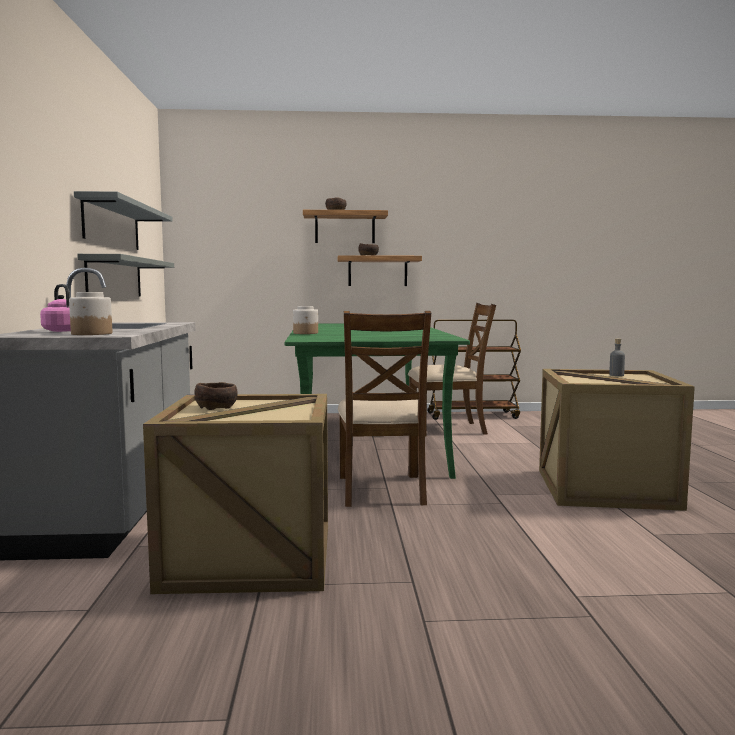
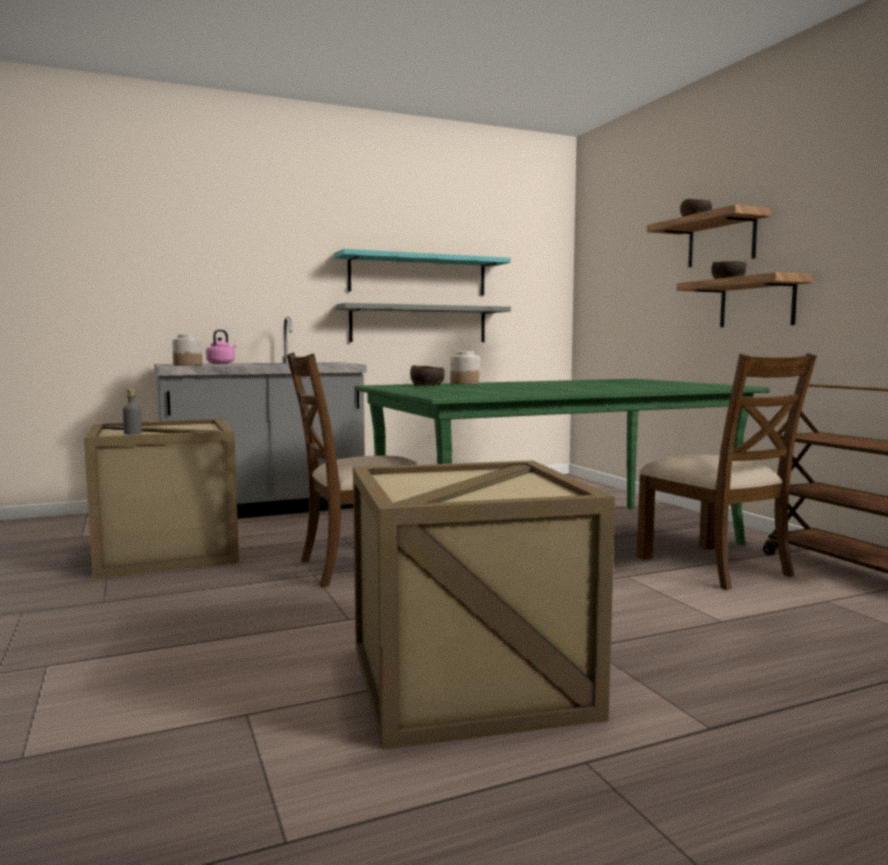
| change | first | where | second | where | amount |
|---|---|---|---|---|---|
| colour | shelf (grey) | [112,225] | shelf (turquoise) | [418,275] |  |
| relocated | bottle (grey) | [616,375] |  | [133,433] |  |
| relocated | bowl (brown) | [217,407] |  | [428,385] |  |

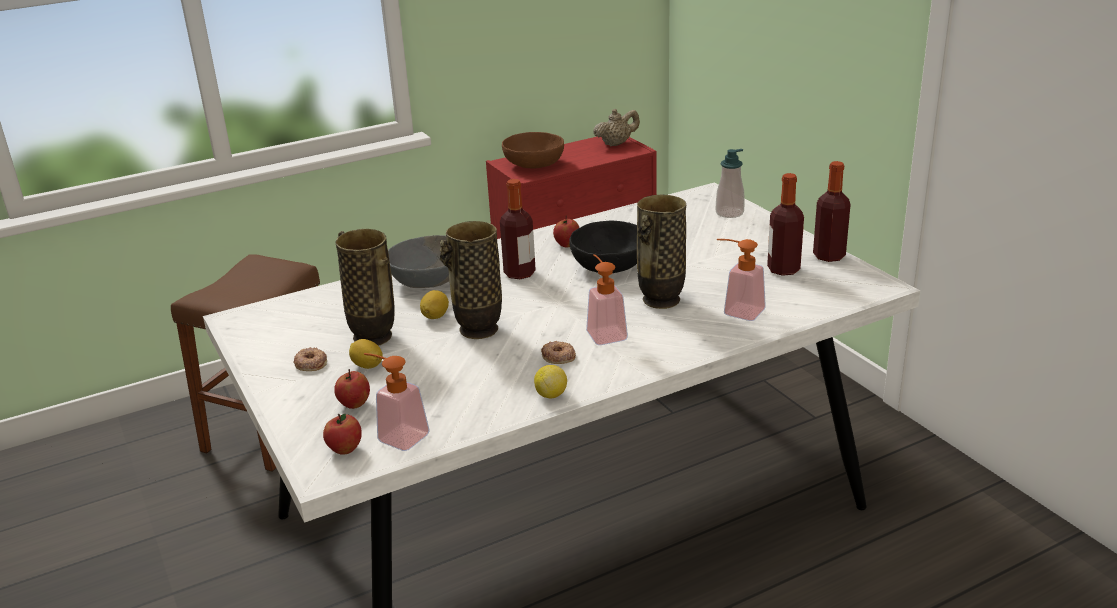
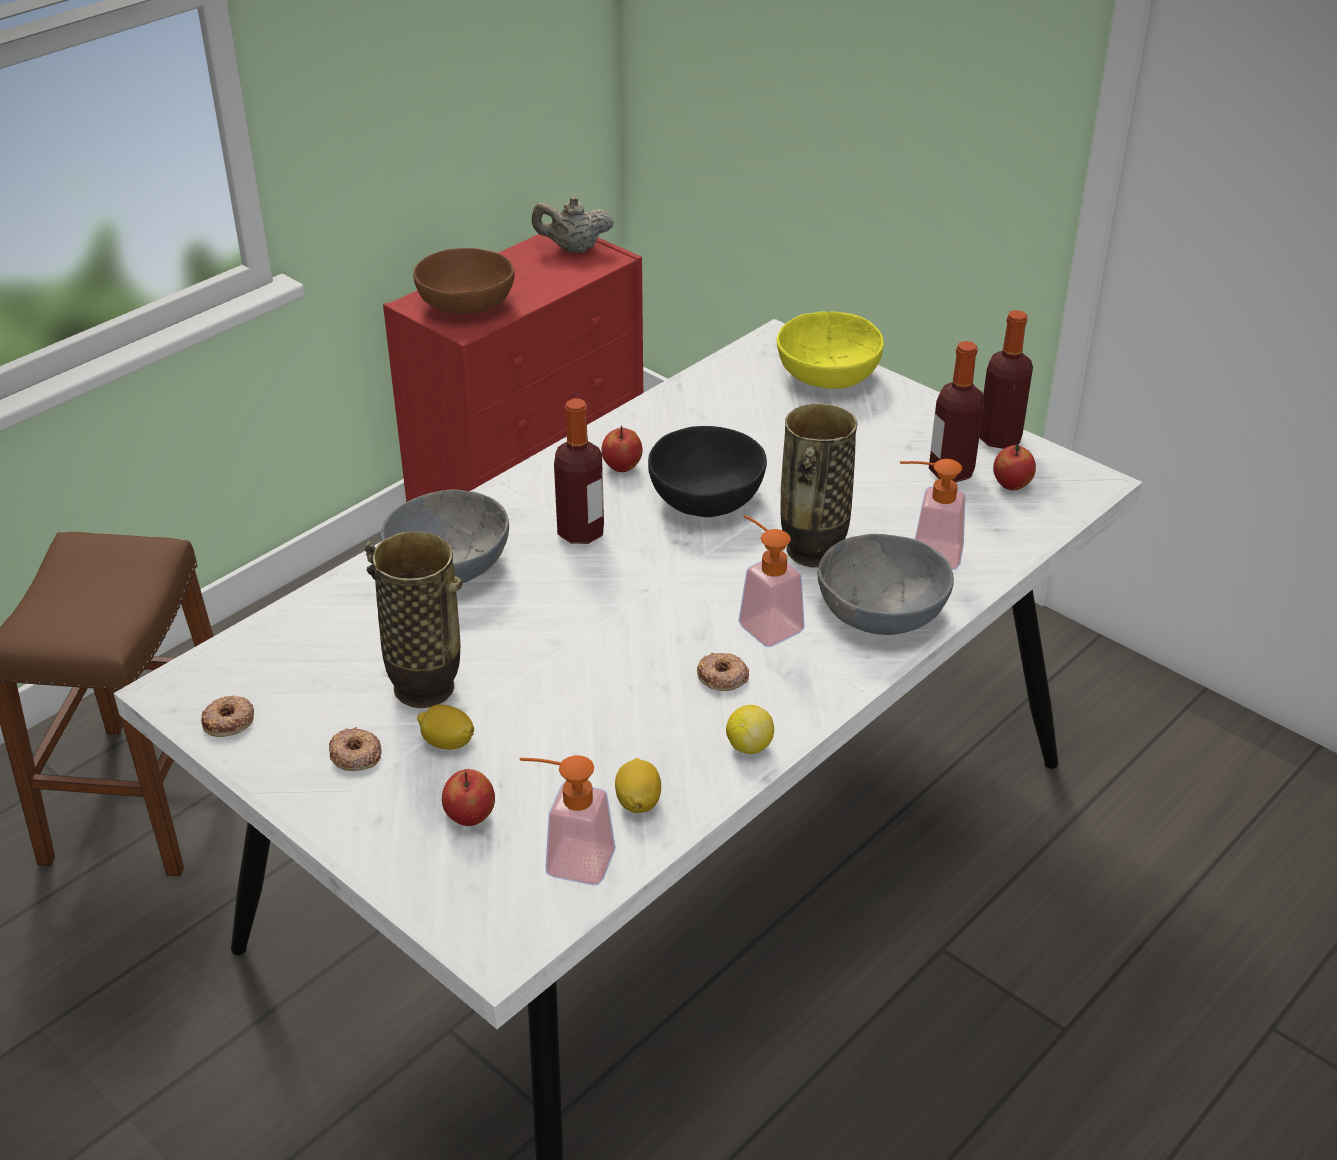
| change | first | where | second | where | amount |
|---|---|---|---|---|---|
| spun | teapot (beige) | [616,144] |  | [573,248] | 135 degrees counterclockwise |
| exchanged | soap dispenser | [729,213] | bowl (yellow) | [826,376] |  |
| missing | vase | [478,330] |  |  |  |
| relocated | lemon | [435,316] |  | [638,802] |  |
| relocated | apple | [345,449] |  | [1011,485] |  |
| appeared |  |  | bowl (grey) | [882,614] |  |
| appeared |  |  | donut | [229,721] |  |

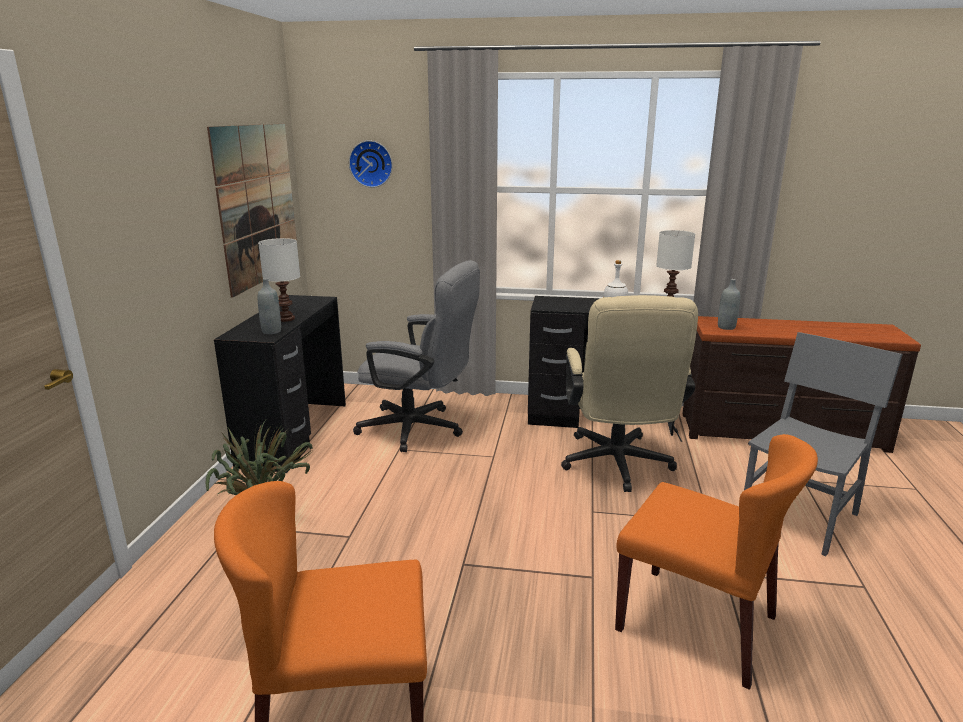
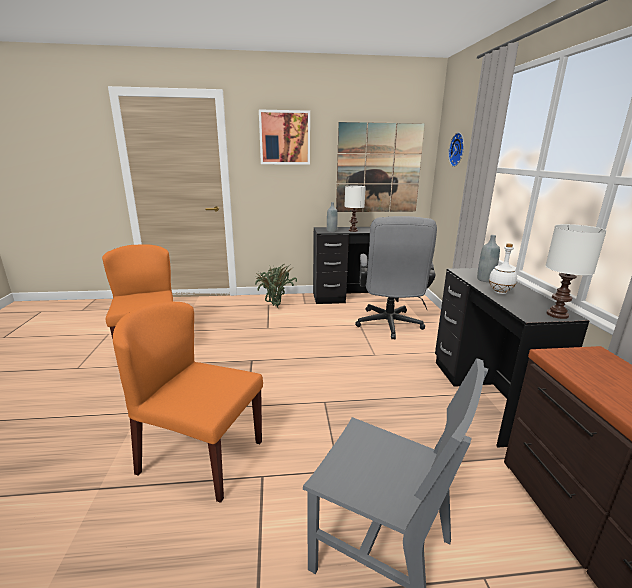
| change | first | where | second | where | amount |
|---|---|---|---|---|---|
| relocated | bottle (grey) | [726,327] |  | [485,280] |  |
| missing | office chair (beige) | [617,467] |  |  |  |
| spun | chair (orange) | [697,623] |  | [200,456] | 90 degrees clockwise |
| appeared |  |  | picture | [285,138] |  |

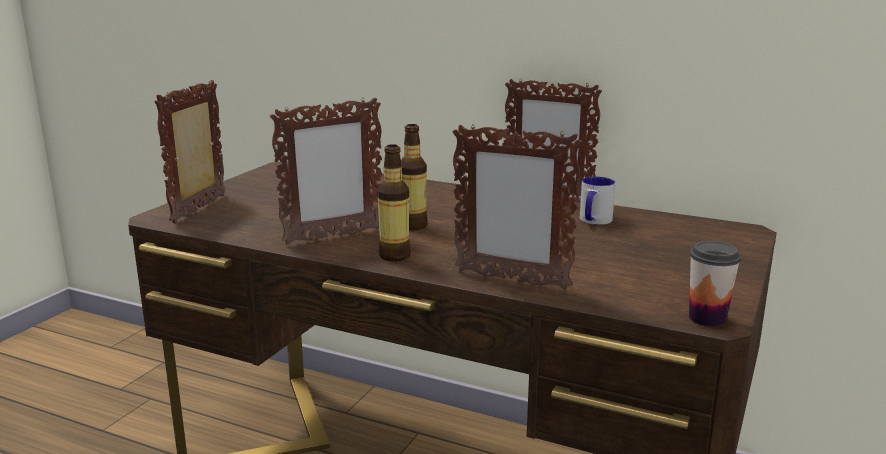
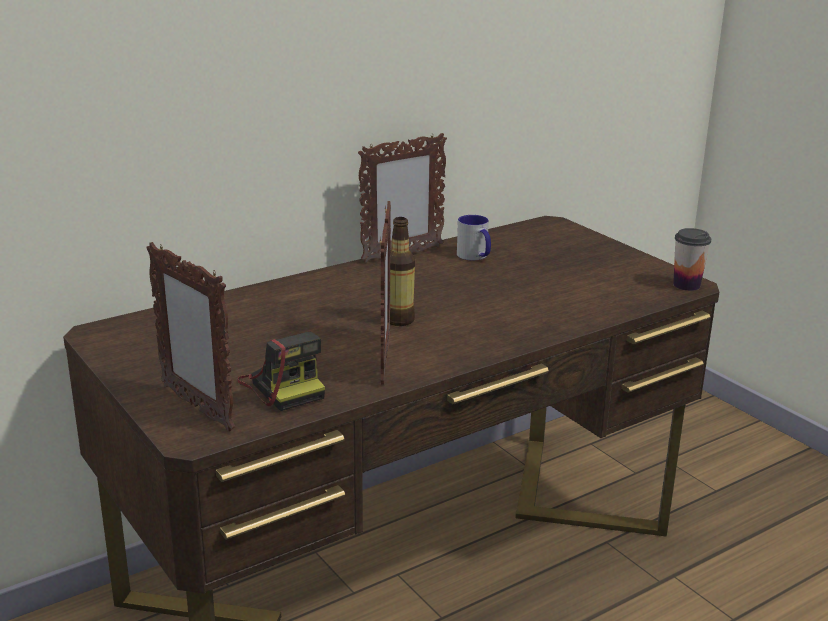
| change | first | where | second | where | amount |
|---|---|---|---|---|---|
| missing | picture frame | [511,280] |  |  |  |
| missing | bottle | [394,256] |  |  |  |
| appeared |  |  | photo camera | [283,386] |  |

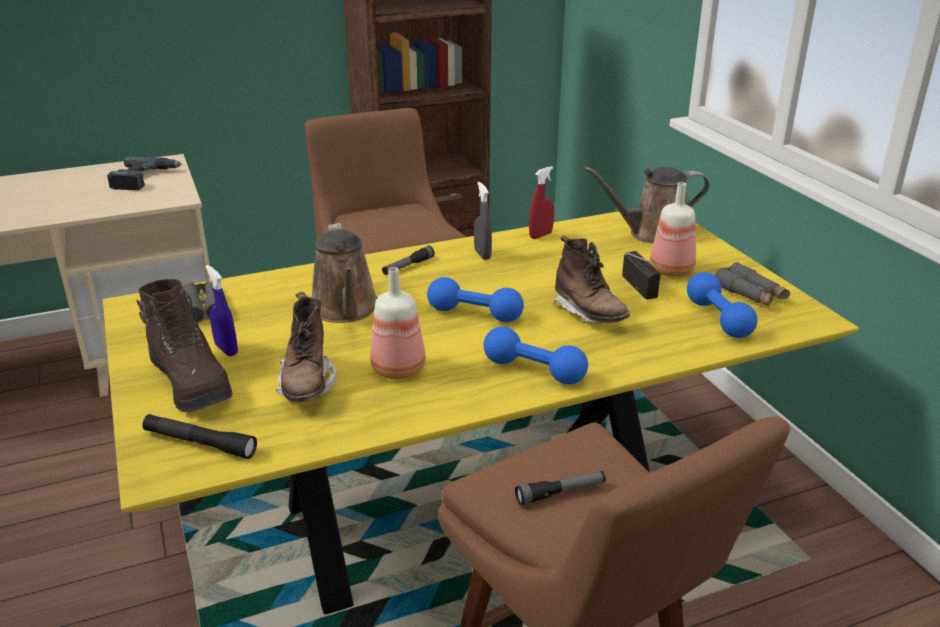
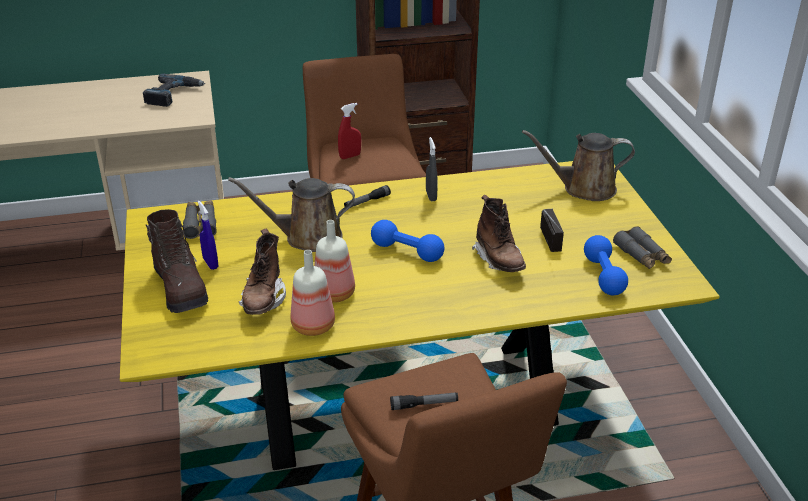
| change | first | where | second | where | amount |
|---|---|---|---|---|---|
| relocated | spray bottle (red) | [540,235] |  | [350,156] |  |
| relocated | bottle | [672,270] |  | [314,325] |  |
| spun | watering can (brown) | [345,309] |  | [307,237] | 90 degrees clockwise |
| missing | dumbbell (blue) | [534,370] |  |  |  |
| missing | flashlight (black) | [200,443] |  |  |  |

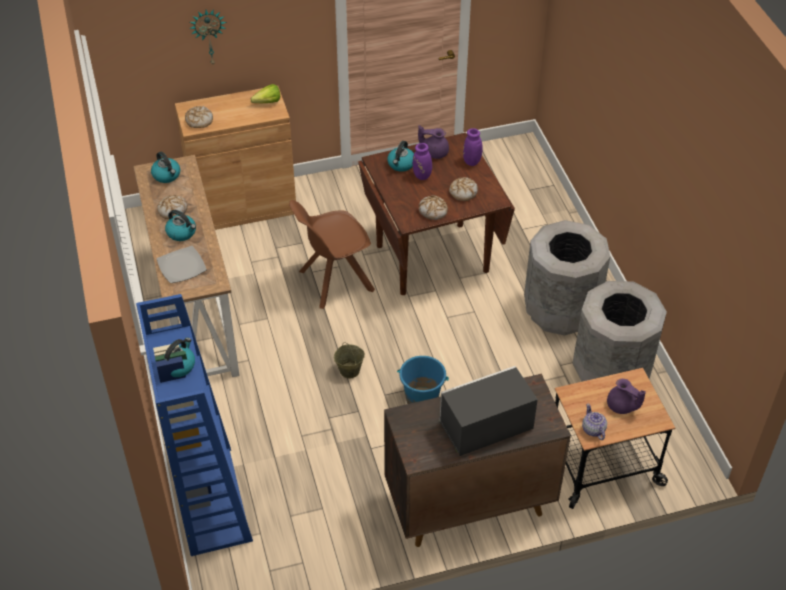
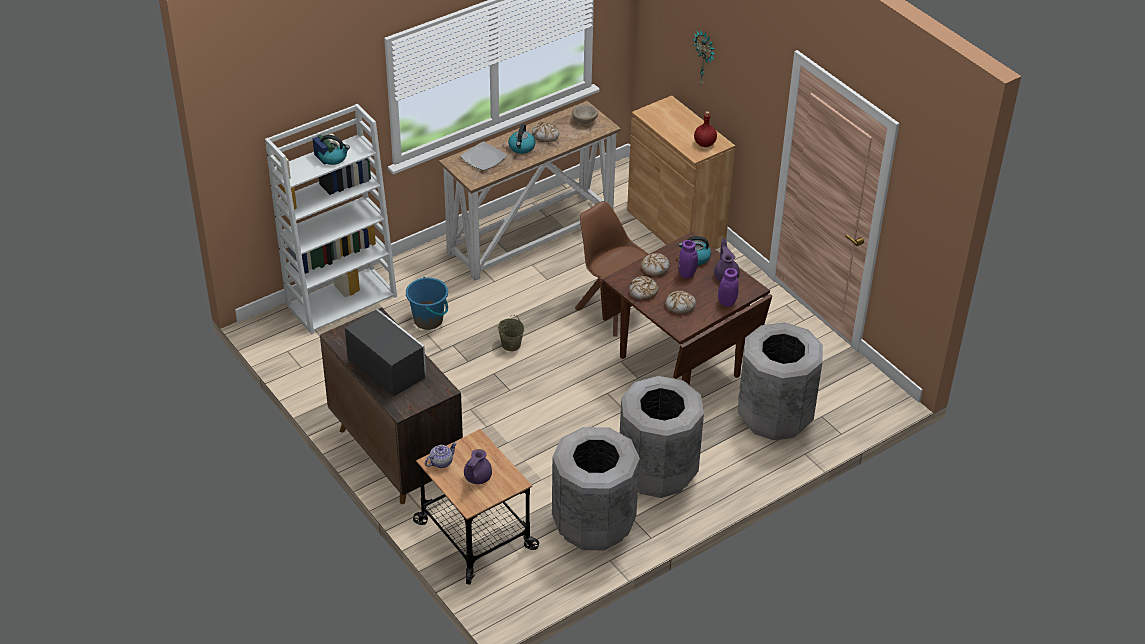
| change | first | where | second | where | amount |
|---|---|---|---|---|---|
| exchanged | lettuce | [265,103] | bottle (red) | [704,144] |  |
| relocated | bread | [199,120] |  | [655,267] |  |
| exchanged | kettle | [167,175] | bowl (beige) | [585,121] |  |
| colour | bookcase (blue) | [209,499] | bookcase (white) | [342,300] |  |
| relocated | bucket (blue) | [422,399] |  | [428,320] |  |
| appeared |  |  | trash can (grey) | [775,416] |  |

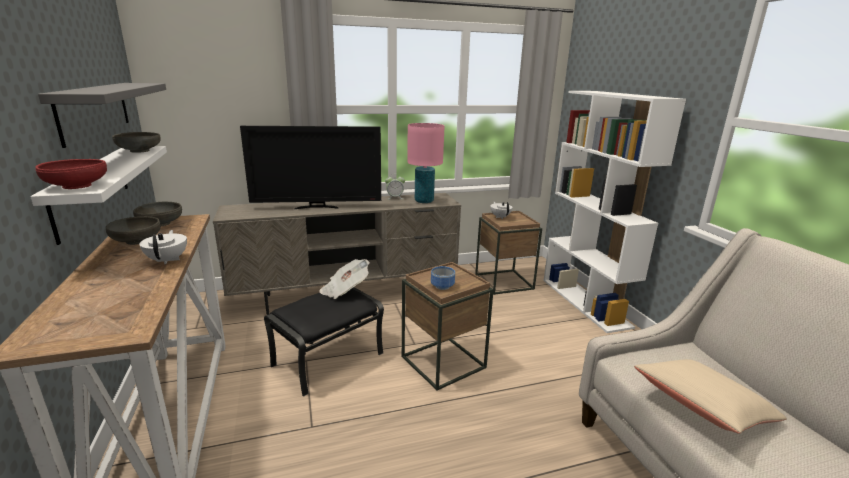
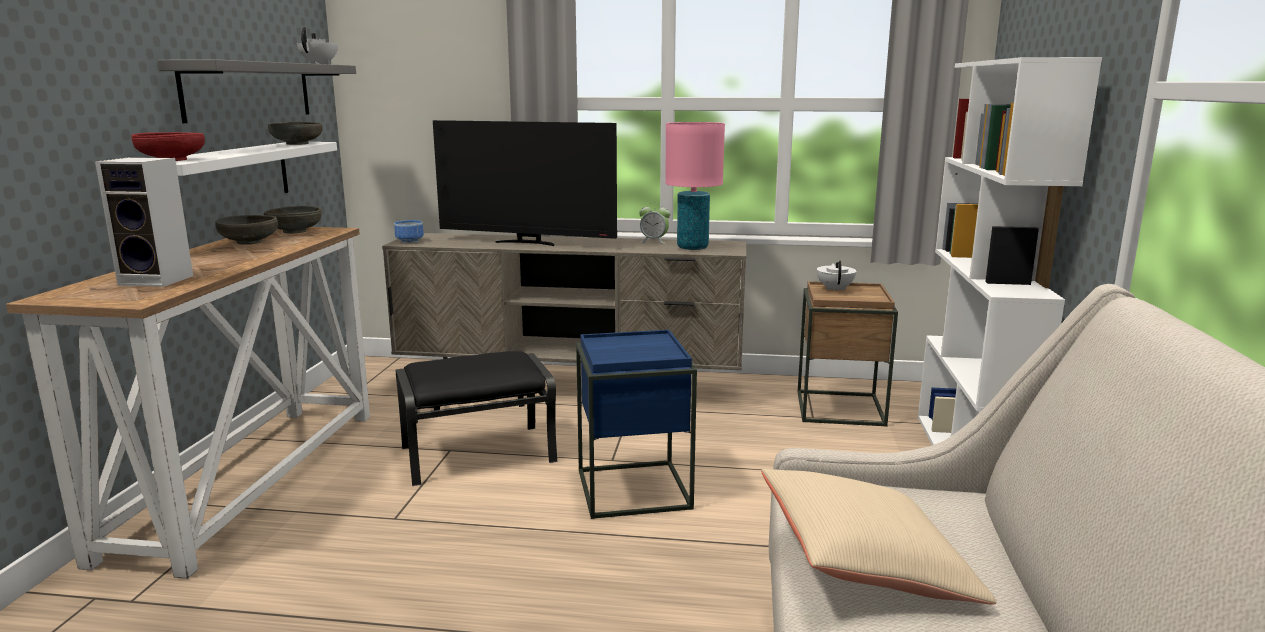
| change | first | where | second | where | amount |
|---|---|---|---|---|---|
| relocated | teapot (white) | [168,260] |  | [320,64] |  |
| missing | newspaper | [345,290] |  |  |  |
| colour | side table (brown) | [443,362] | side table (blue) | [633,489] |  |
| relocated | bowl | [443,286] |  | [410,241] |  |
| appeared |  |  | speaker | [159,280] |  |

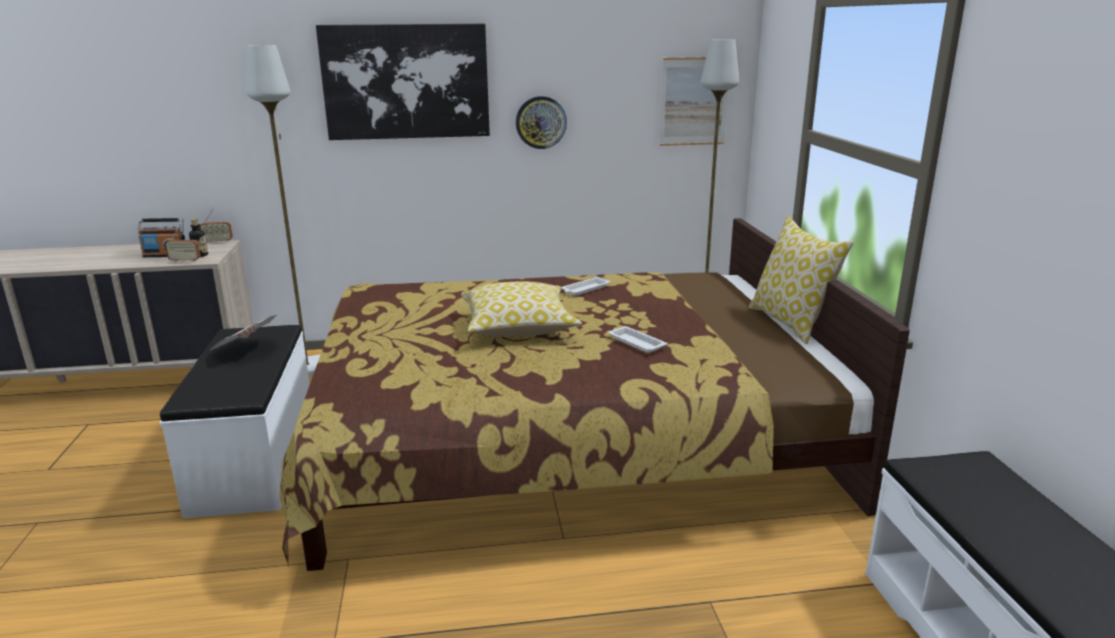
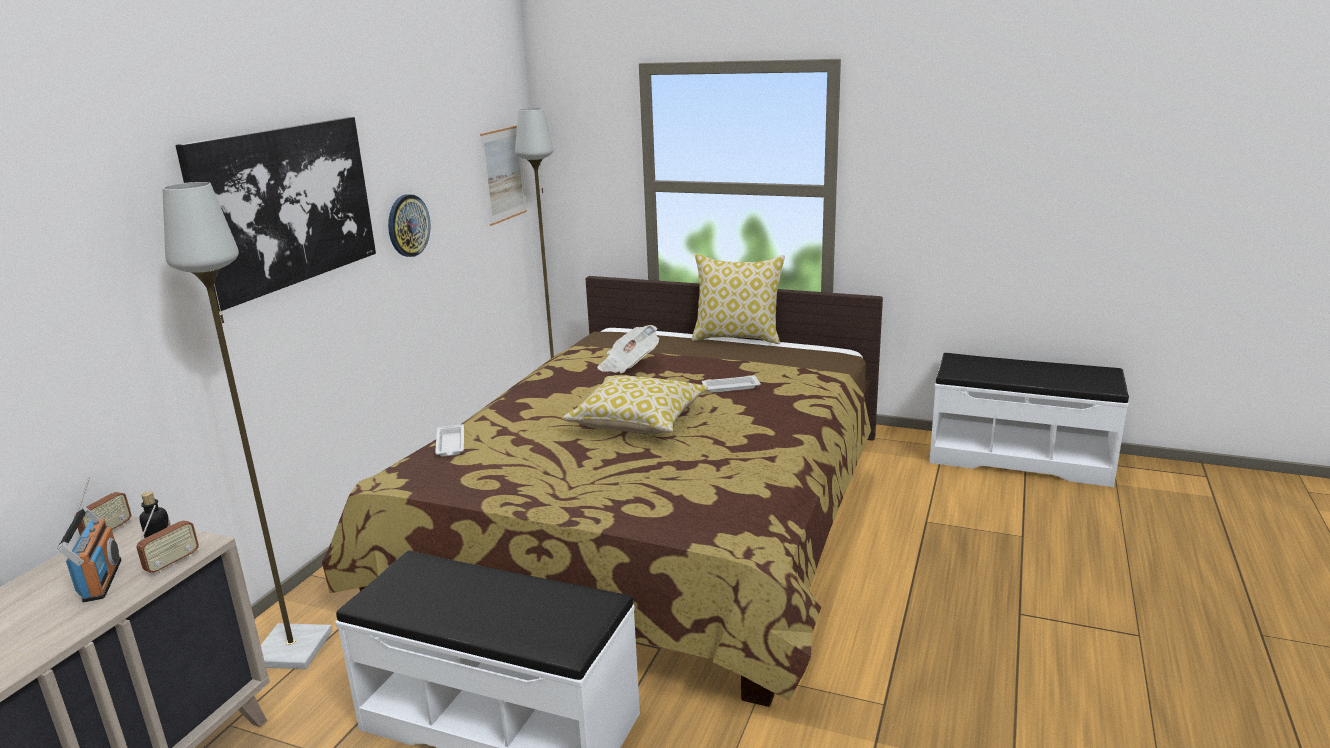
| change | first | where | second | where | amount |
|---|---|---|---|---|---|
| spun | radio | [165,255] |  | [101,580] | 45 degrees counterclockwise |
| relocated | tray (white) | [584,289] |  | [450,445] |  |
| relocated | newspaper | [245,349] |  | [628,365] |  |

